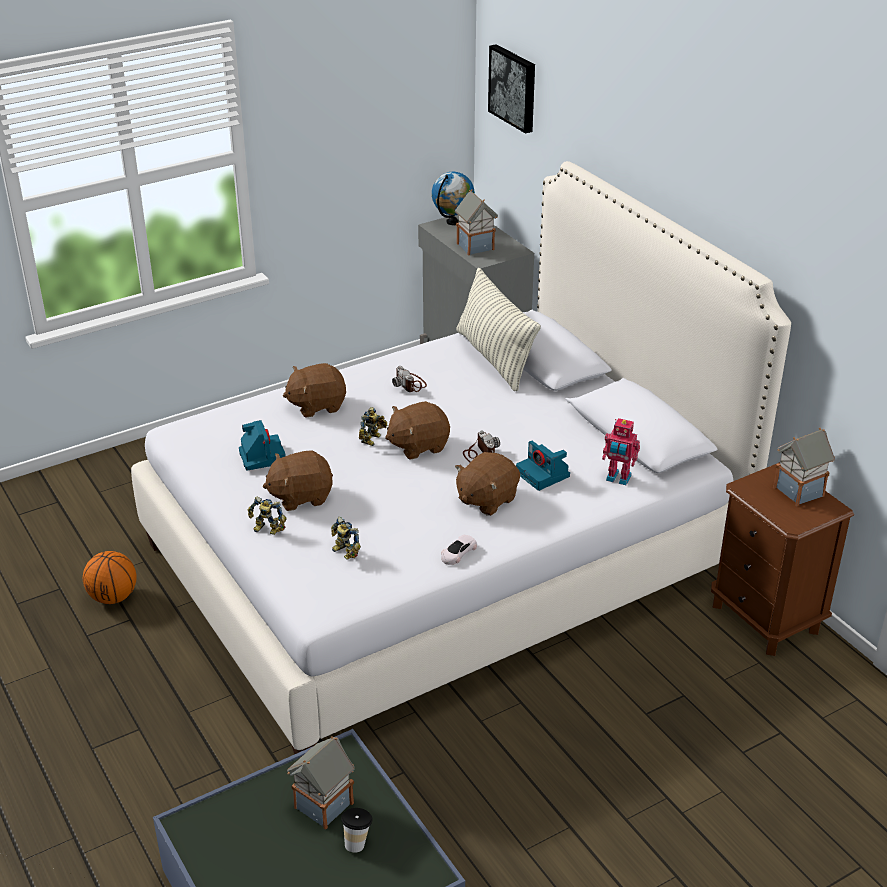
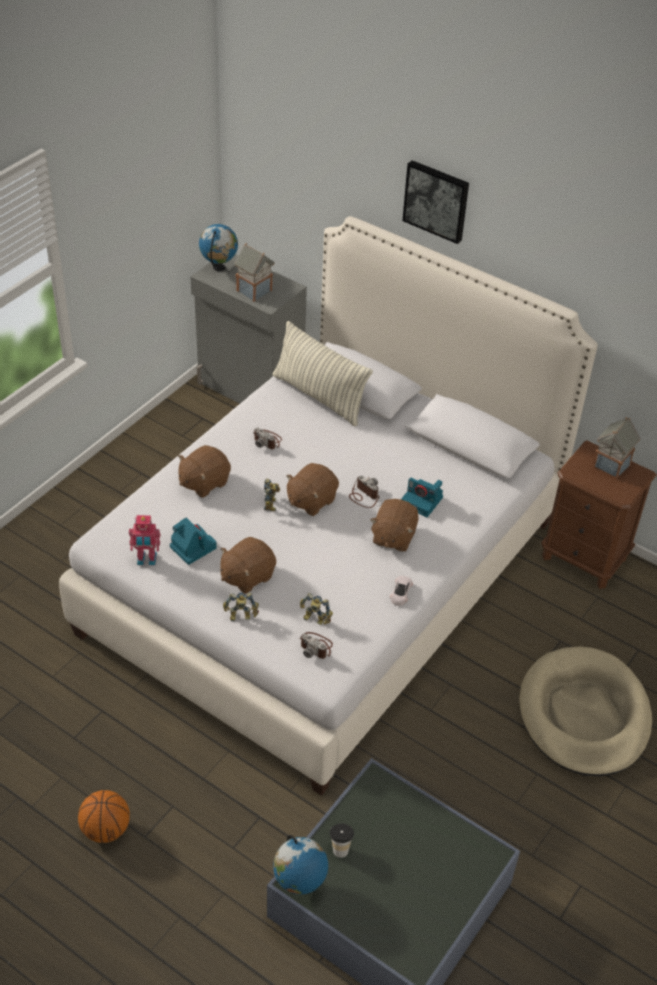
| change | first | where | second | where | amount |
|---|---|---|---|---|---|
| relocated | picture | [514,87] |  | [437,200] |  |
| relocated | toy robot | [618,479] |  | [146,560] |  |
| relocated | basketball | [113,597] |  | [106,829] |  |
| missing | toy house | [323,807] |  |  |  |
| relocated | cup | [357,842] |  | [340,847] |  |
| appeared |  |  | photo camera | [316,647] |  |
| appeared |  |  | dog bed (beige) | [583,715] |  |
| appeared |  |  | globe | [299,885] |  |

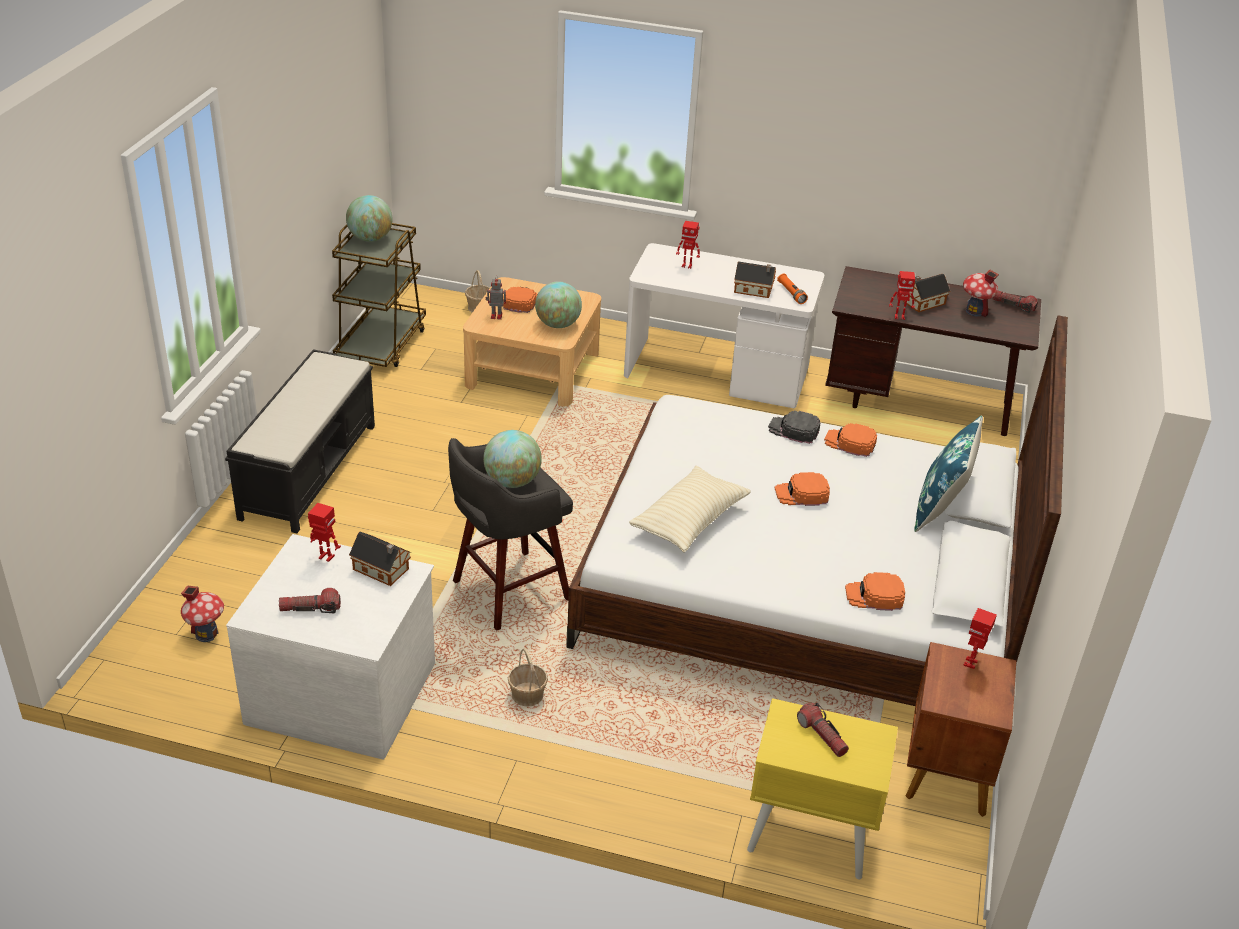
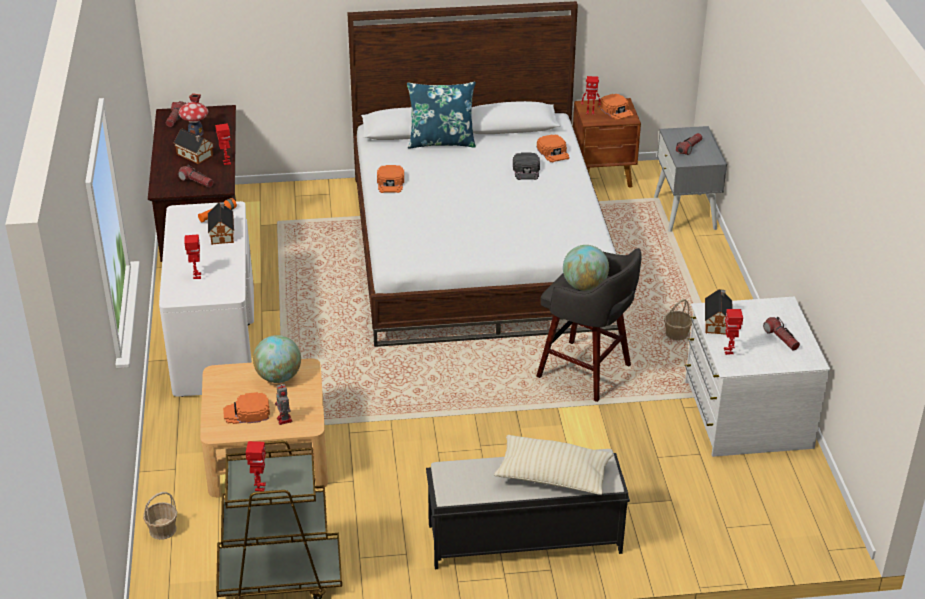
| change | first | where | second | where | amount |
|---|---|---|---|---|---|
| exchanged | globe | [370,238] | toy robot | [259,487] |  |
| relocated | cap (black) | [793,430] |  | [526,170] |  |
| relocated | pillow (beige) | [689,521] |  | [553,476] |  |
| relocated | cap (orange) | [801,494] |  | [616,110] |  |
| missing | toy house | [206,634] |  |  |  |
| colour | nightstand (yellow) | [809,832] | nightstand (grey) | [685,212] |  |
| appeared |  |  | flashlight | [196,181] |  |

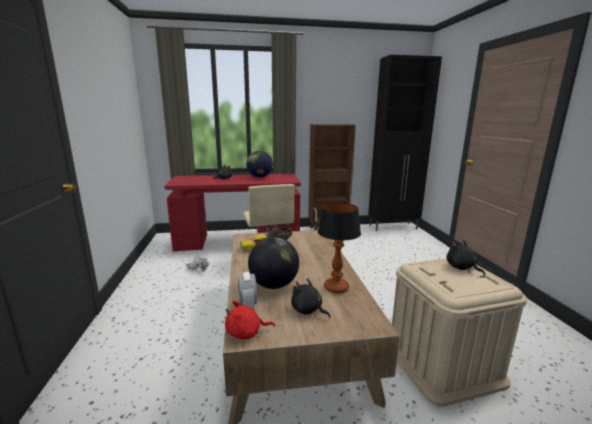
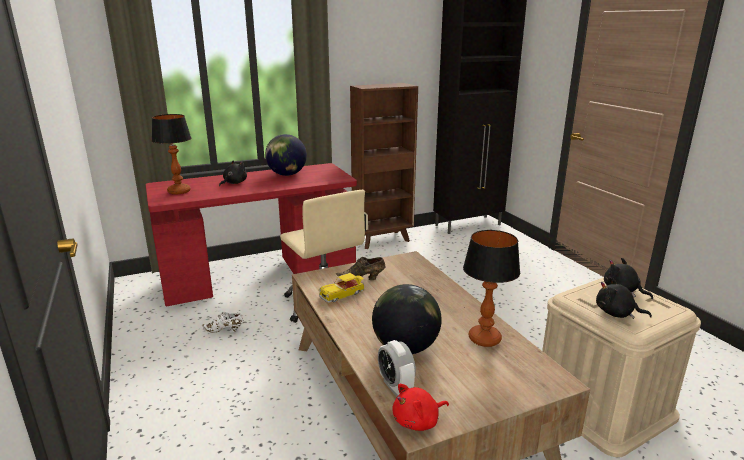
| change | first | where | second | where | amount |
|---|---|---|---|---|---|
| relocated | plush toy (black) | [308,310] |  | [617,313] |  |
| appeared |  |  | table lamp | [179,191] |  |

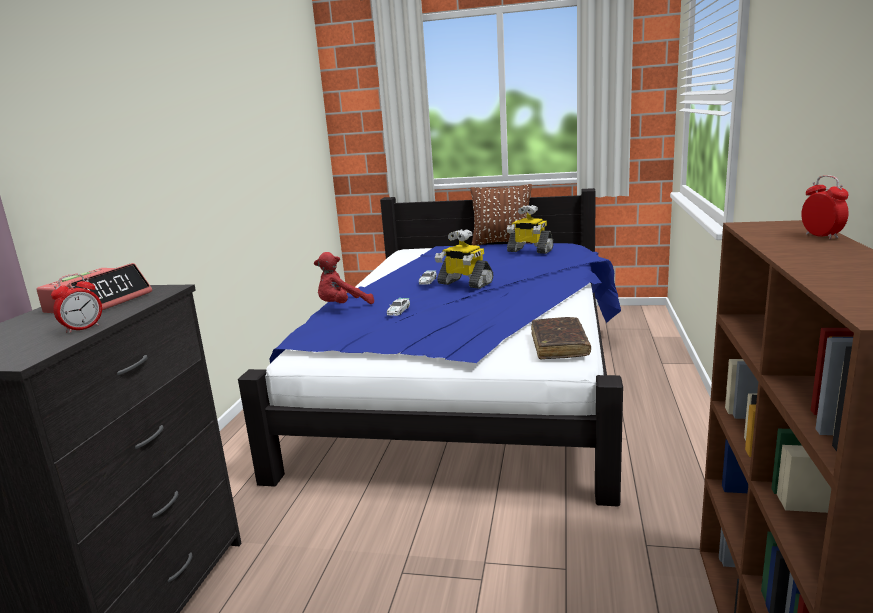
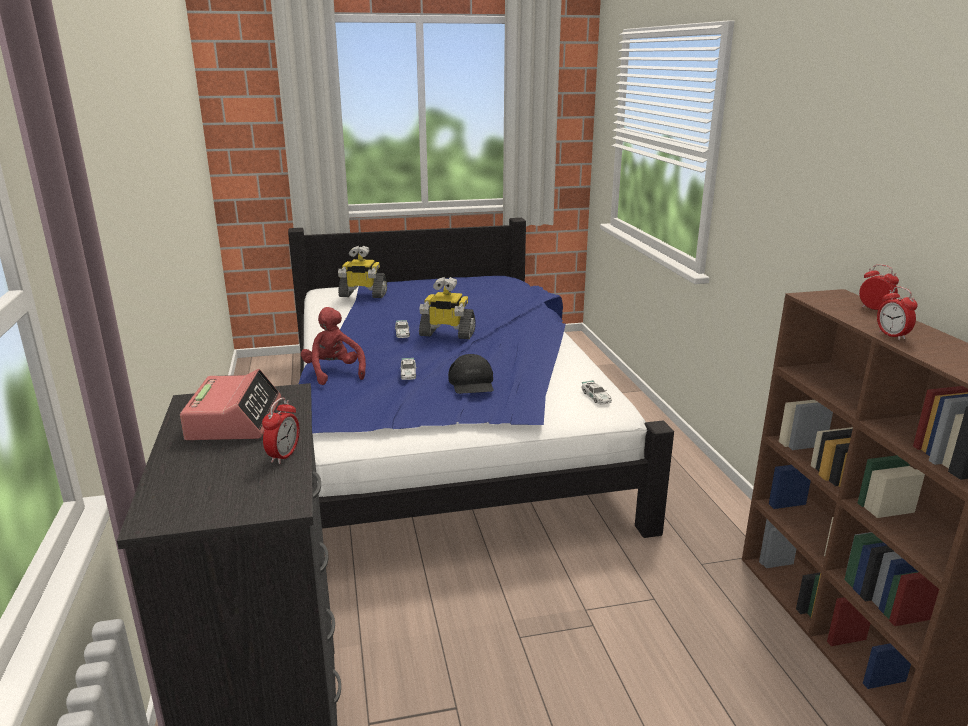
| change | first | where | second | where | amount |
|---|---|---|---|---|---|
| missing | pillow (brown) | [502,243] |  |  |  |
| relocated | toy robot | [529,251] |  | [362,295] |  |
| spun | plush toy (red) | [342,307] |  | [334,373] | 120 degrees clockwise |
| exchanged | book (brown) | [559,346] | toy car | [596,397] |  |
| appeared |  |  | alarm clock | [892,335] |  |
| appeared |  |  | cap (black) | [472,383] |  |

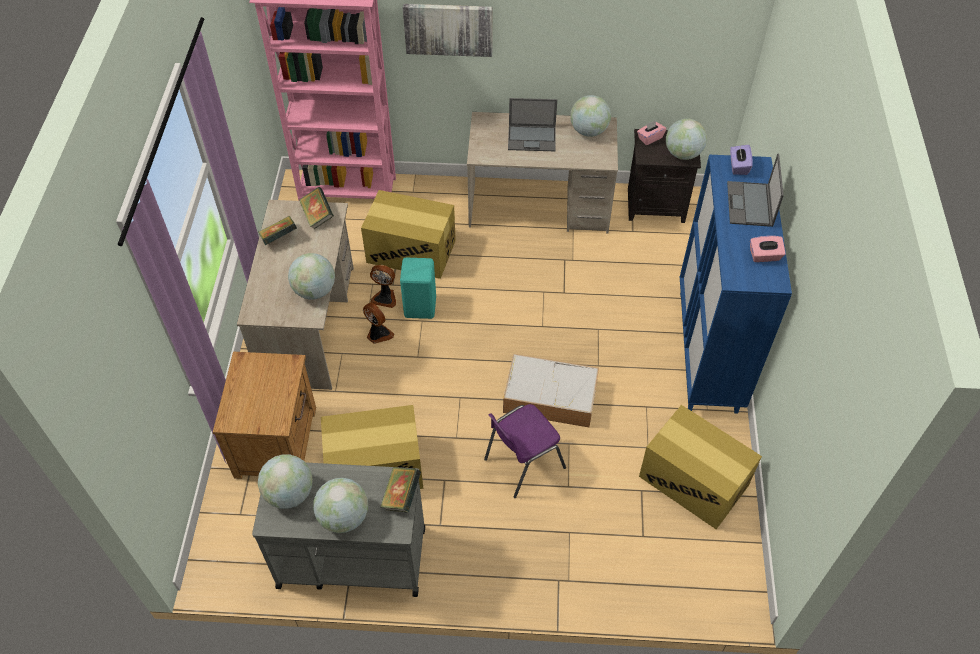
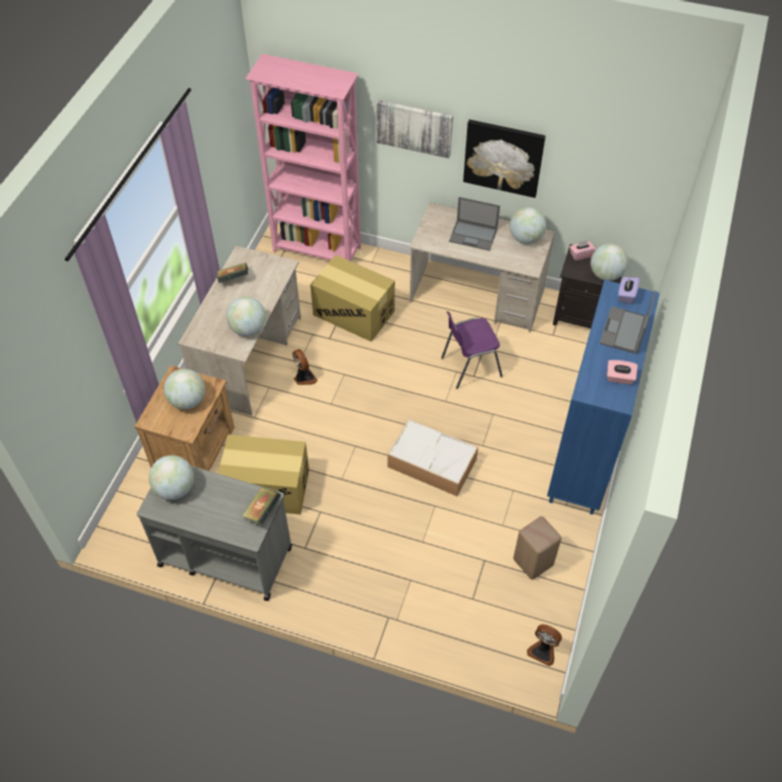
| change | first | where | second | where | amount |
|---|---|---|---|---|---|
| missing | book | [317,216] |  |  |  |
| missing | stool (turquoise) | [421,308] |  |  |  |
| relocated | fan | [385,297] |  | [543,651] |  |
| relocated | chair (purple) | [522,463] |  | [469,367] |  |
| exchanged | cardboard box | [693,481] | stool (beige) | [533,563] |  |
| relocated | globe | [344,517] |  | [188,400] |  |
| appeared |  |  | picture | [503,157] |  |

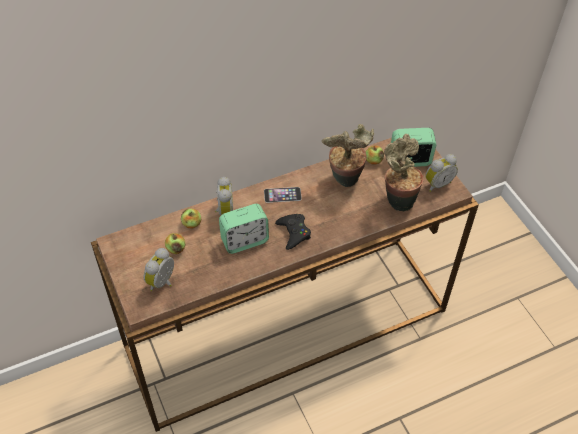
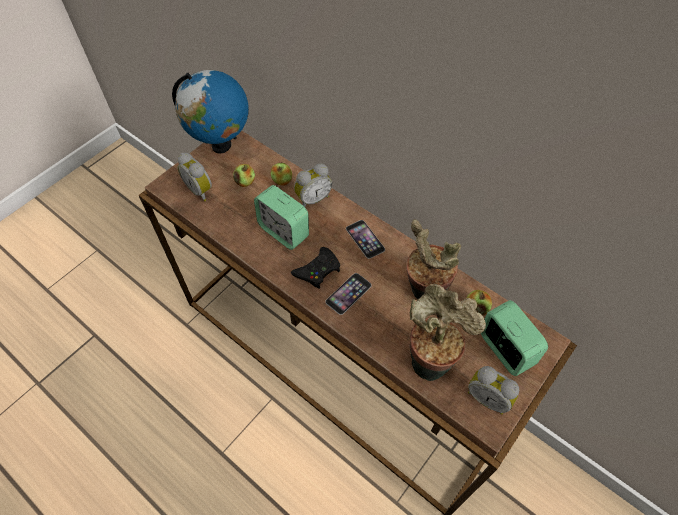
| change | first | where | second | where | amount |
|---|---|---|---|---|---|
| spun | alarm clock | [163,282] |  | [201,190] | 135 degrees counterclockwise |
| appeared |  |  | globe | [221,145] |  |
| appeared |  |  | phone | [348,293] |  |

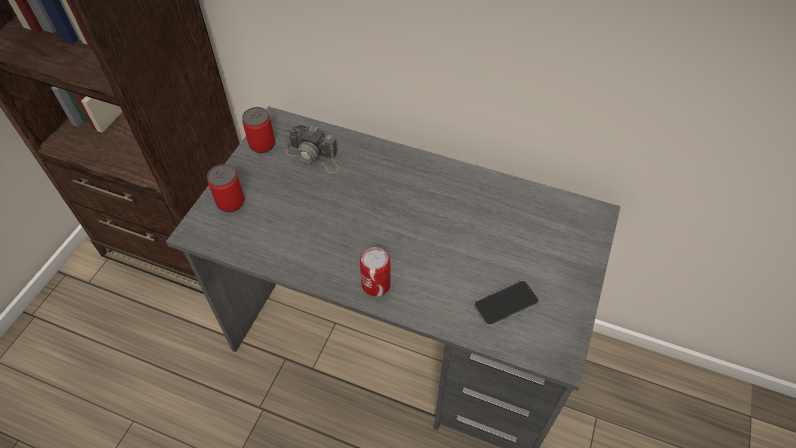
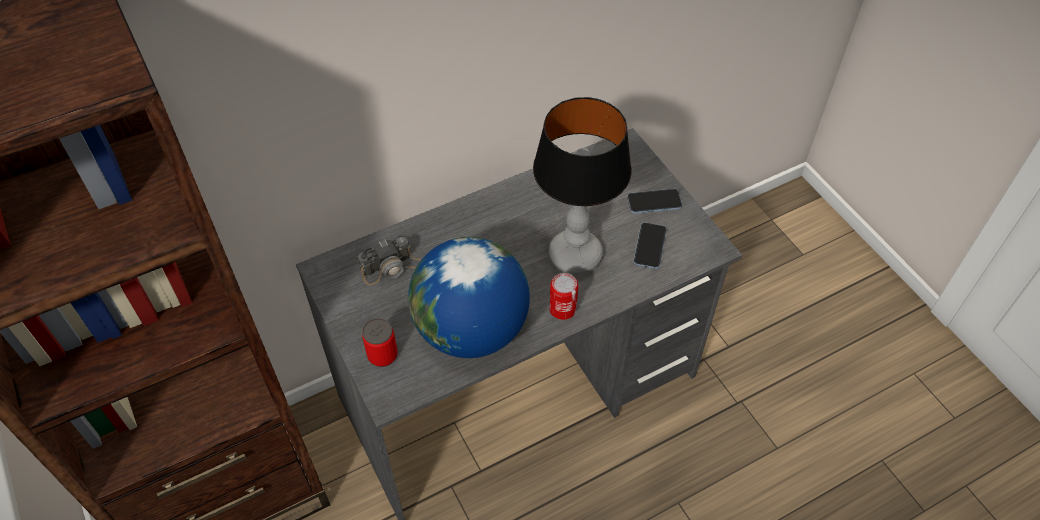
| change | first | where | second | where | amount |
|---|---|---|---|---|---|
| missing | can | [262,144] |  |  |  |
| appeared |  |  | table lamp | [574,256] |  |
| appeared |  |  | phone | [654,202] |  |
| appeared |  |  | globe | [471,330] |  |

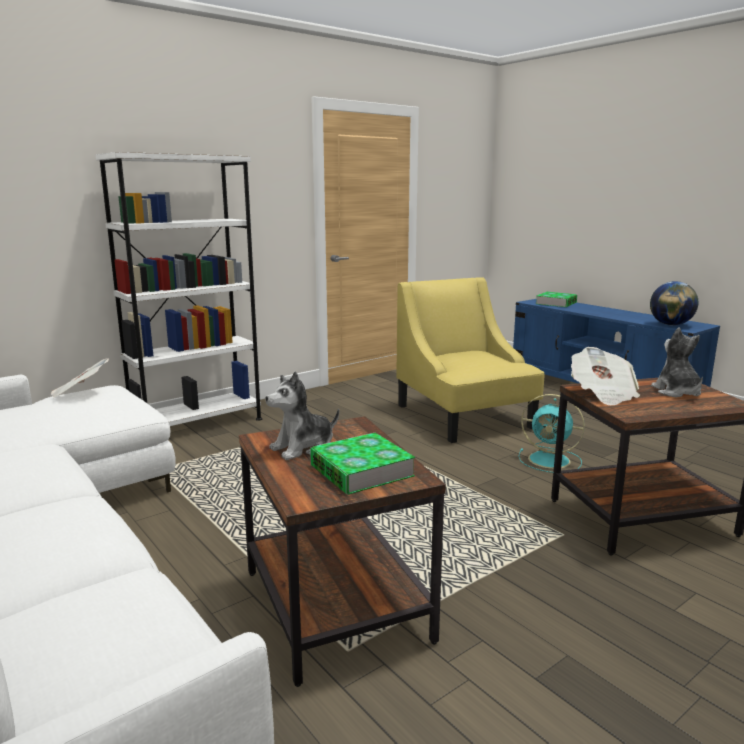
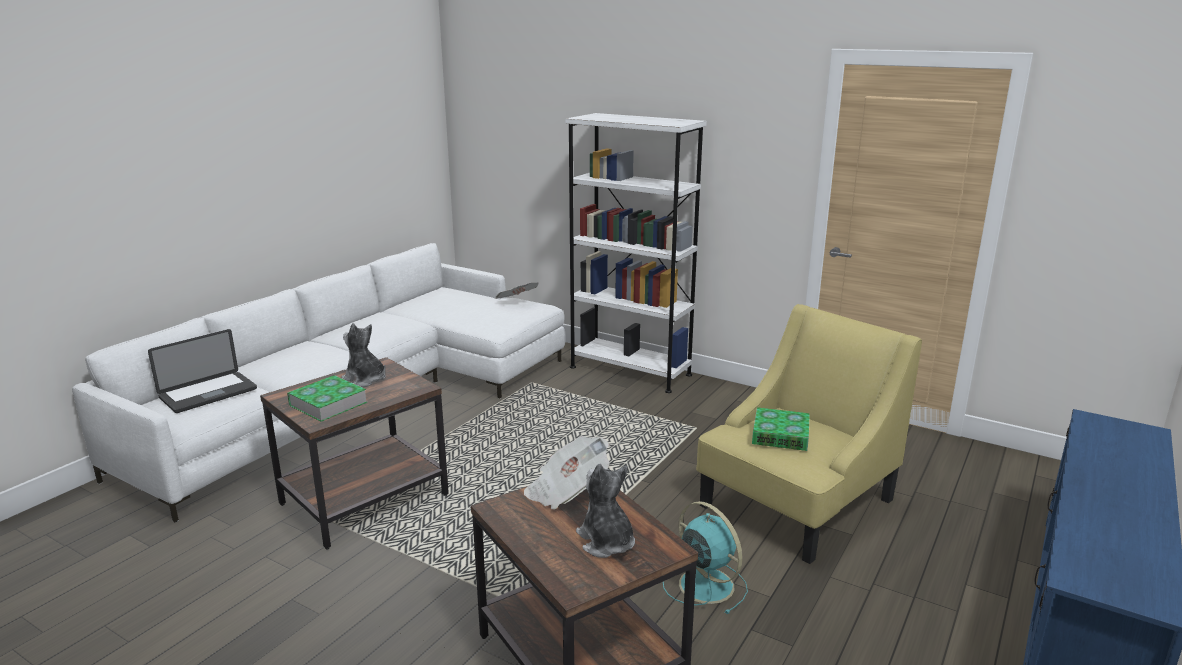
| change | first | where | second | where | amount |
|---|---|---|---|---|---|
| missing | globe | [670,325] |  |  |  |
| relocated | book | [556,303] |  | [780,435] |  |
| spun | plush toy | [676,392] |  | [606,542] | 90 degrees counterclockwise |
| spun | fan (turquoise) | [551,460] |  | [704,584] | 135 degrees clockwise |
| appeared |  |  | laptop | [208,393] |  |

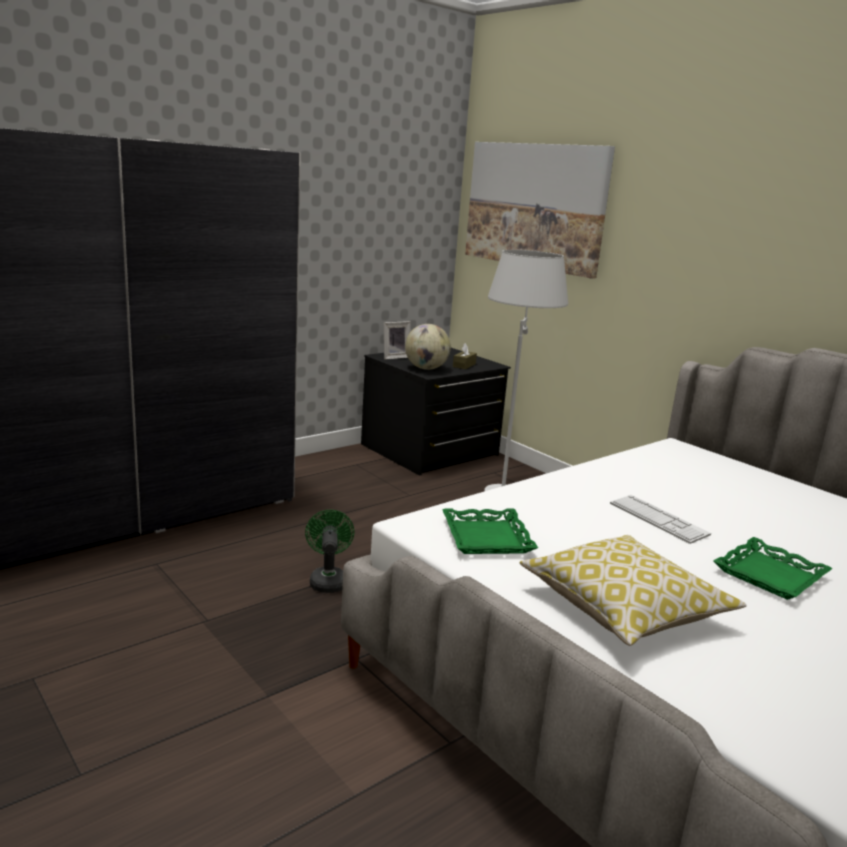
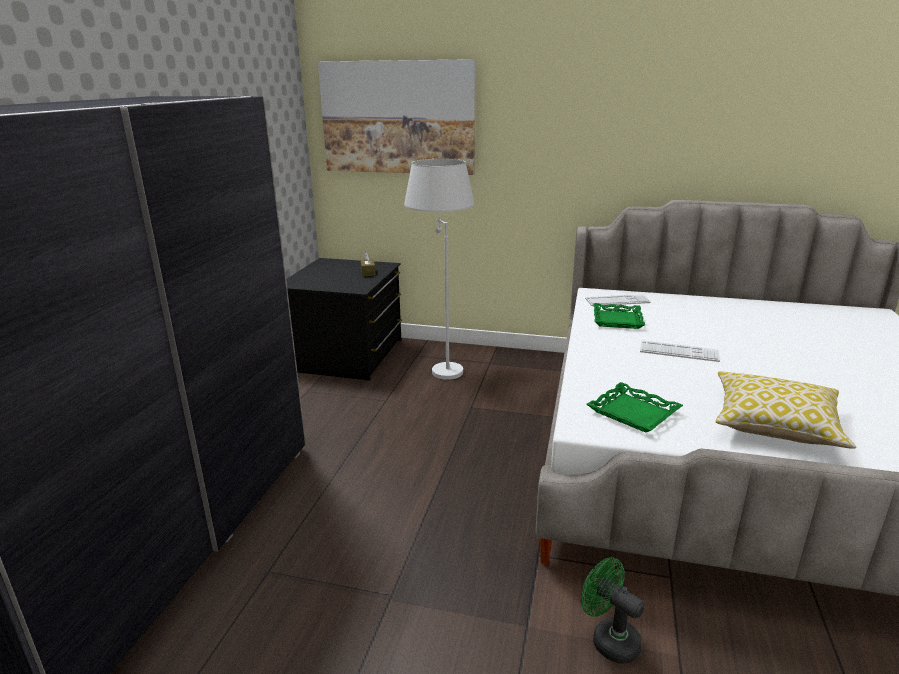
| change | first | where | second | where | amount |
|---|---|---|---|---|---|
| missing | picture frame | [394,357] |  |  |  |
| missing | globe | [426,368] |  |  |  |
| relocated | fan (green) | [328,580] |  | [609,639] |  |
| relocated | tray (green) | [771,575] |  | [618,320] |  |
| appeared |  |  | keyboard | [617,301] |  |

